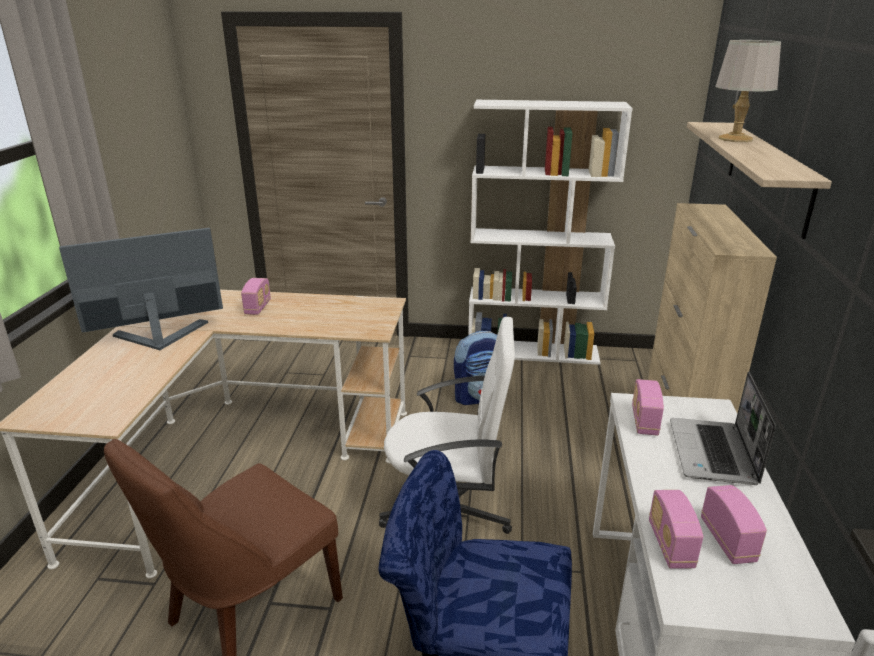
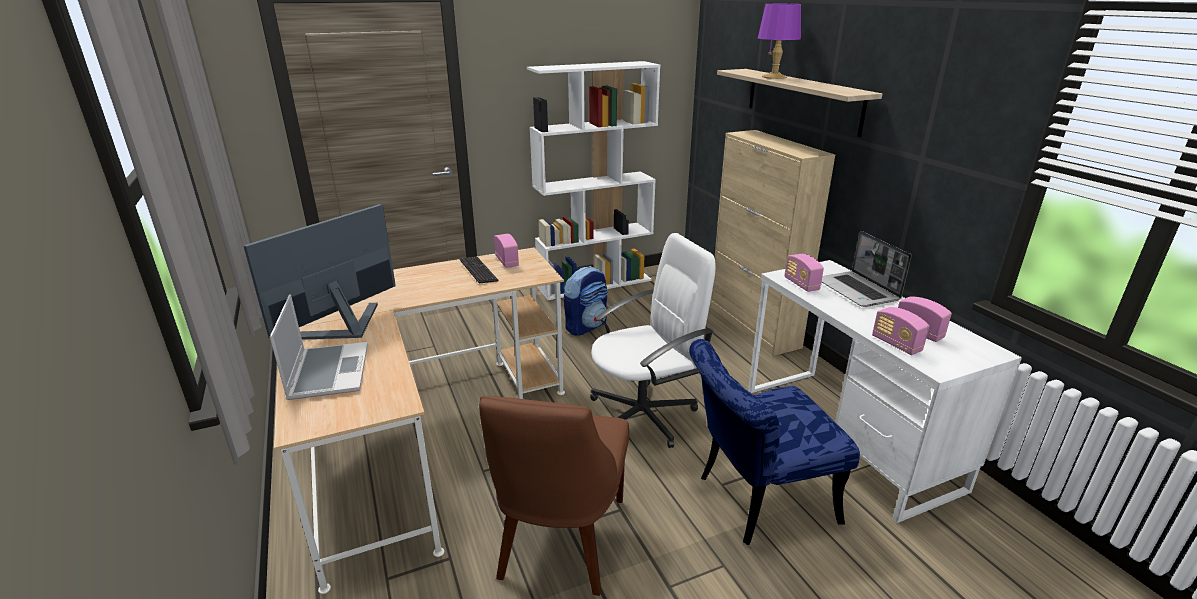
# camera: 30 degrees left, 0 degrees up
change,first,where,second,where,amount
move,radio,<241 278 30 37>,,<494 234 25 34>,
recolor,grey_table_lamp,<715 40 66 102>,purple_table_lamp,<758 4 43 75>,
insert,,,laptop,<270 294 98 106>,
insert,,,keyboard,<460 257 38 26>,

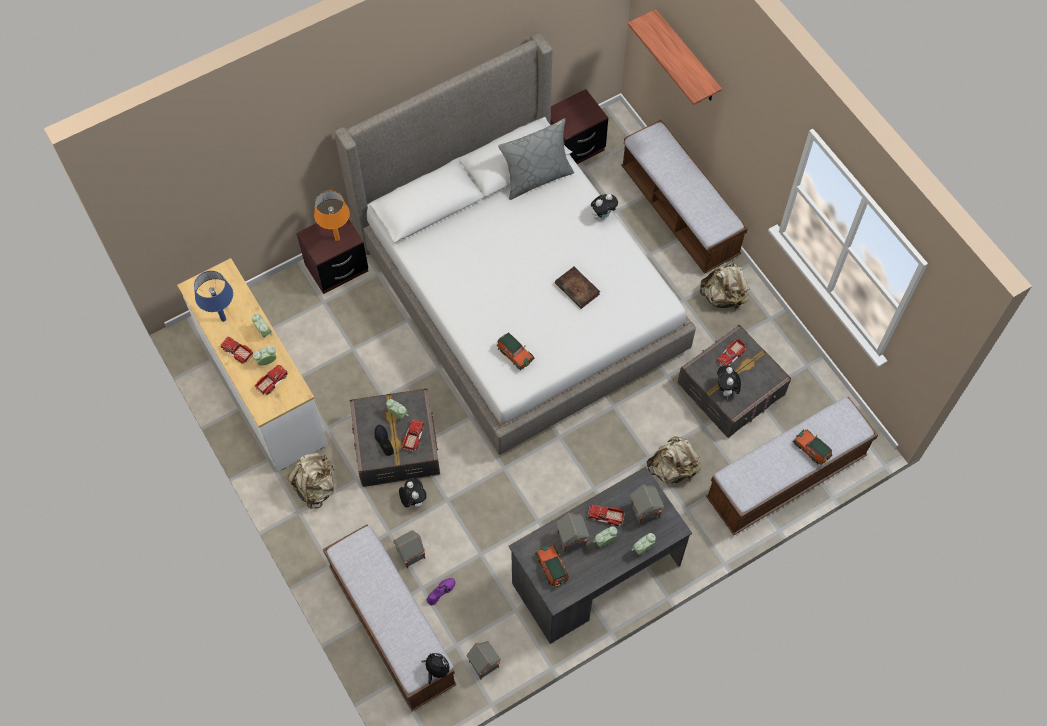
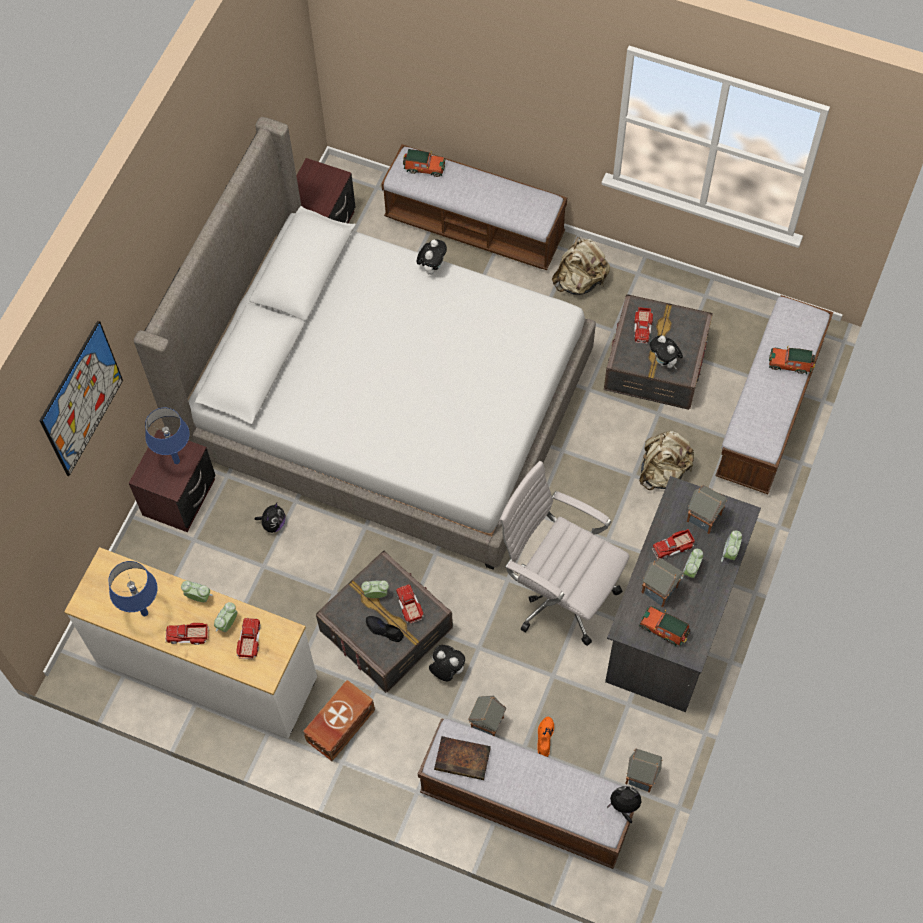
# camera: 35 degrees left, 0 degrees up
change,first,where,second,where,amount
replace,beige_backpack,<287 453 47 56>,brown_storage_box,<303 680 72 81>,
recolor,orange_table_lamp,<314 191 36 50>,blue_table_lamp,<145 408 44 56>,
recolor,purple_shoe,<427 578 28 27>,orange_shoe,<538 717 16 40>,
move,toy_car,<497 332 38 38>,,<403 149 42 28>,
delete,grey_pillow,<498 118 76 82>,,,
move,book,<555 266 45 43>,,<434 736 57 44>,
delete,shelf,<628 9 94 96>,,,
insert,,,picture,<39 320 84 156>,
insert,,,plush_toy,<255 503 30 30>,
insert,,,white_office_chair,<498 461 131 185>,

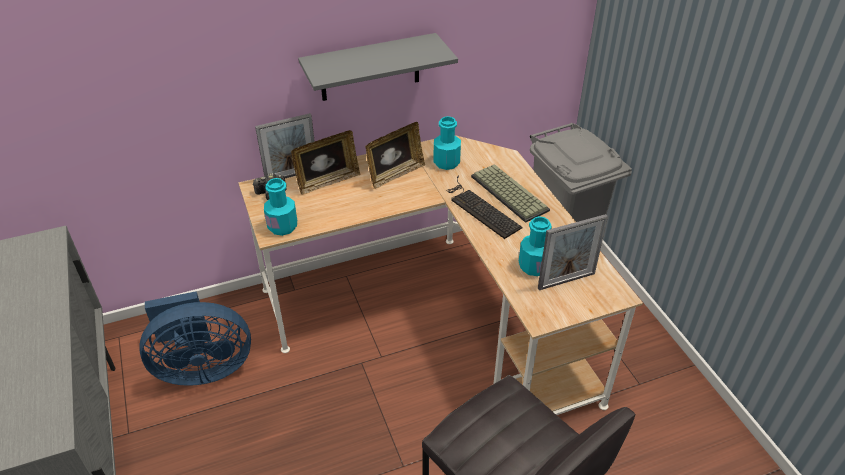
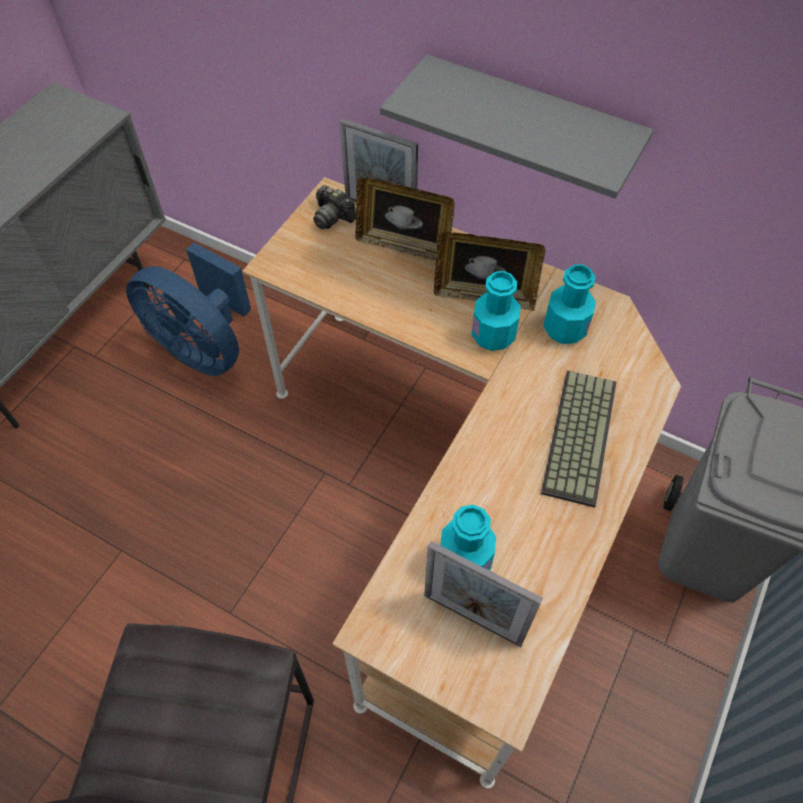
# camera: 50 degrees right, 15 degrees up
change,first,where,second,where,amount
move,turquoise_bottle,<264 178 33 58>,,<471 271 50 80>,
delete,keyboard,<446 176 77 63>,,,

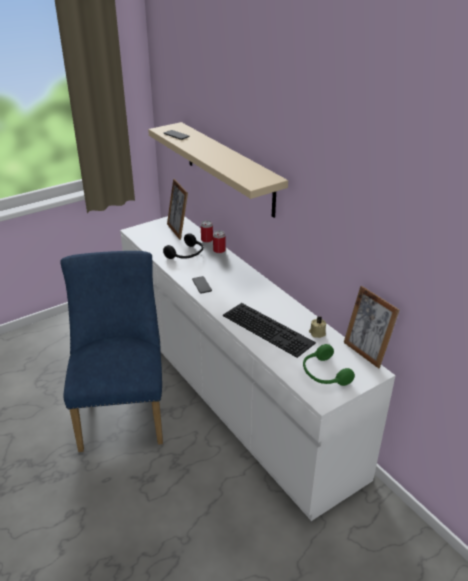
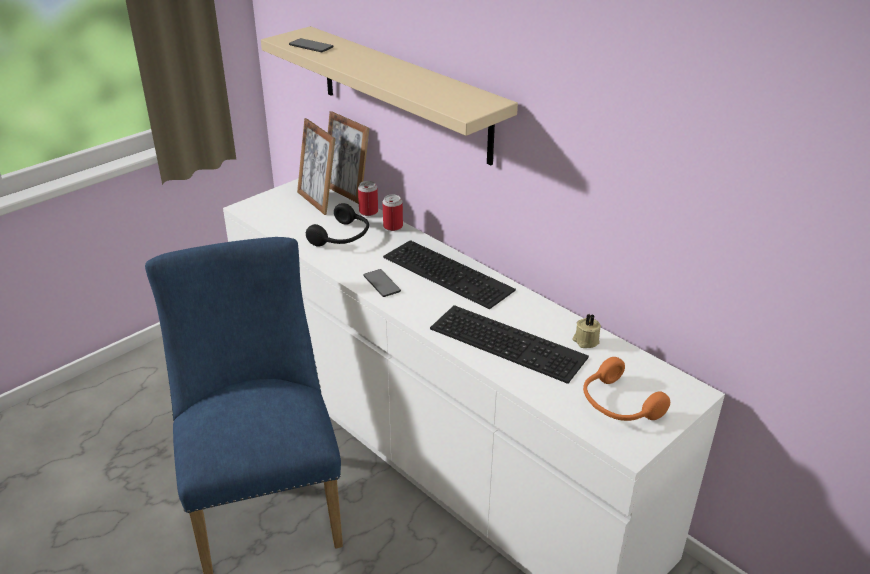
# camera: 10 degrees left, 0 degrees up
change,first,where,second,where,amount
recolor,green_headphones,<303 344 52 42>,orange_headphones,<583 357 87 64>,
move,picture_frame,<344 286 56 83>,,<328 111 42 93>,
insert,,,keyboard,<383 240 133 70>,

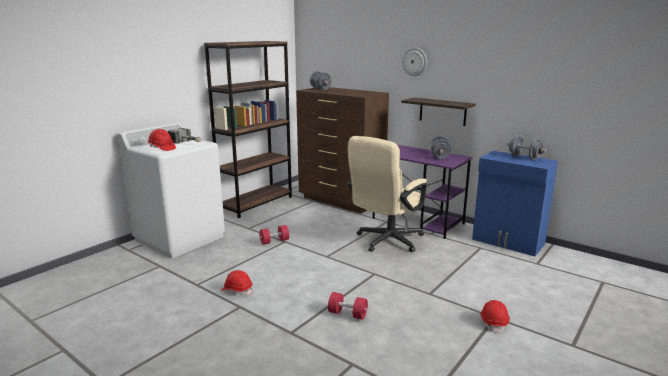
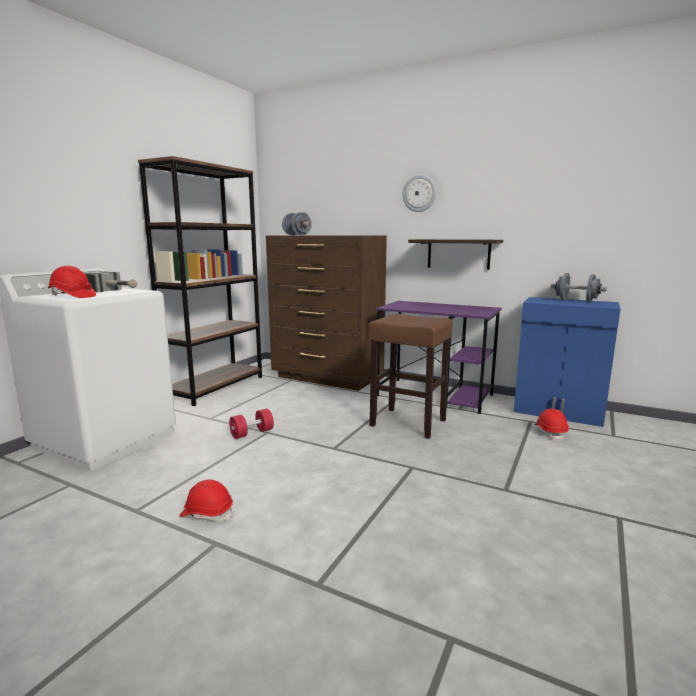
# camera: 10 degrees left, 5 degrees down
change,first,where,second,where,amount
delete,red_dumbbell,<328 292 40 28>,,,
replace,beige_office_chair,<348 136 79 116>,brown_stool,<368 314 85 125>,
delete,grey_dumbbell,<430 136 22 23>,,,
move,red_hard_hat,<480 300 30 34>,,<535 409 34 32>,

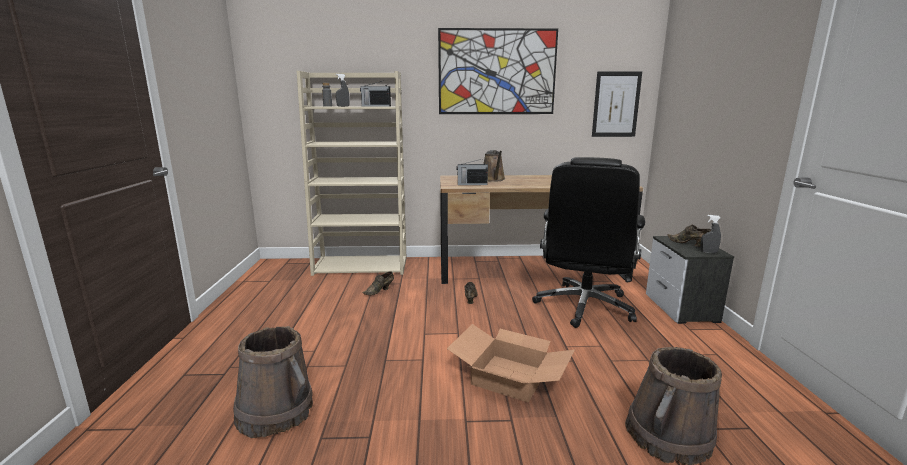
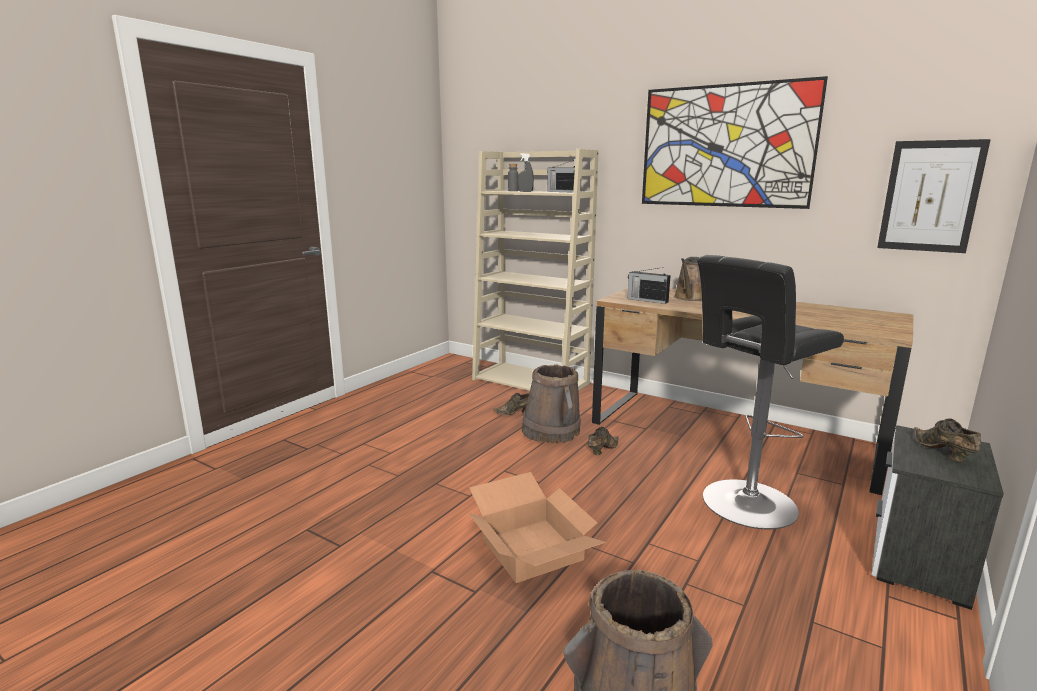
# camera: 35 degrees right, 0 degrees up
change,first,where,second,where,amount
move,brown_bucket,<233 326 80 112>,,<522 364 59 79>,
replace,black_office_chair,<532 157 113 171>,black_stool,<697 255 147 274>,
delete,grey_spray_bottle,<700 215 21 38>,,,

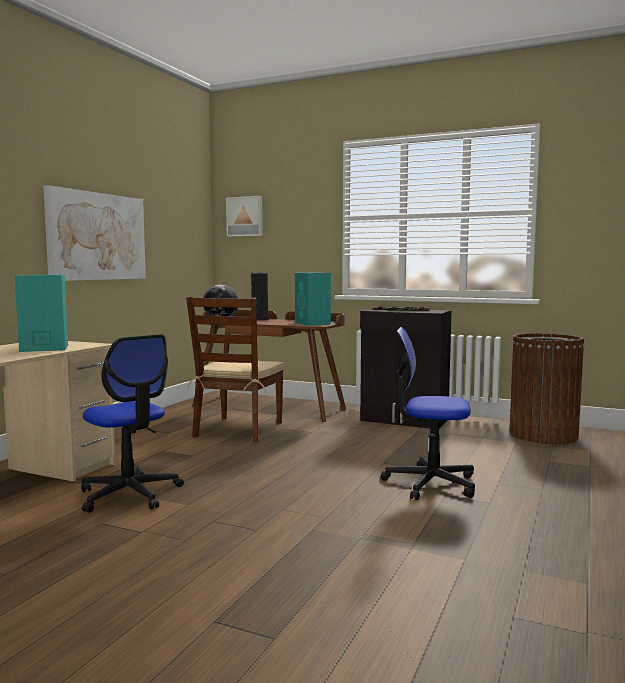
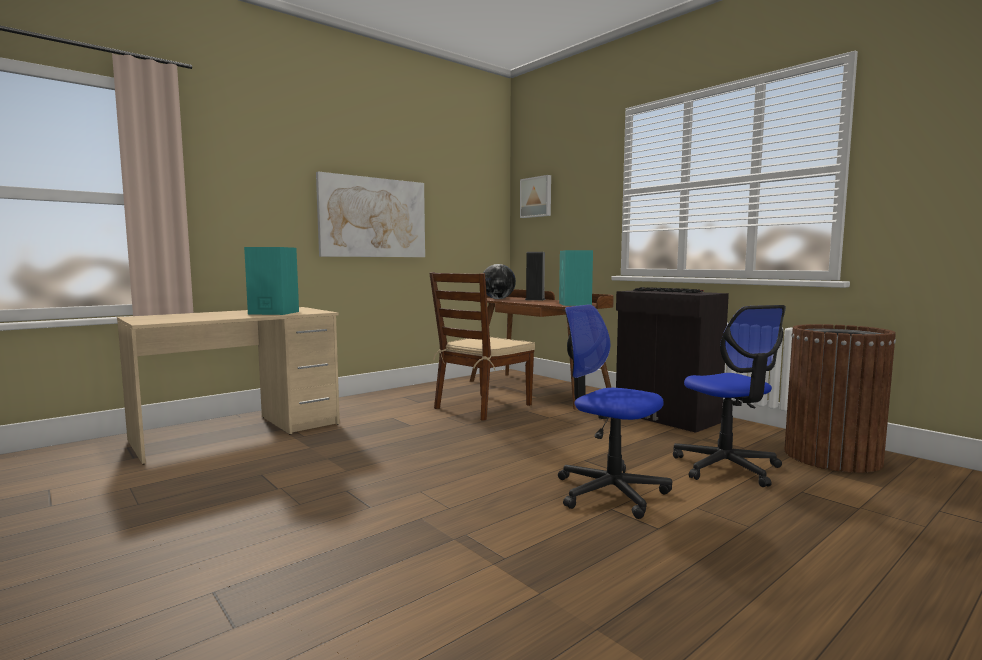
# camera: 25 degrees right, 0 degrees up
change,first,where,second,where,amount
move,office_chair,<81 334 103 179>,,<673 305 113 182>,

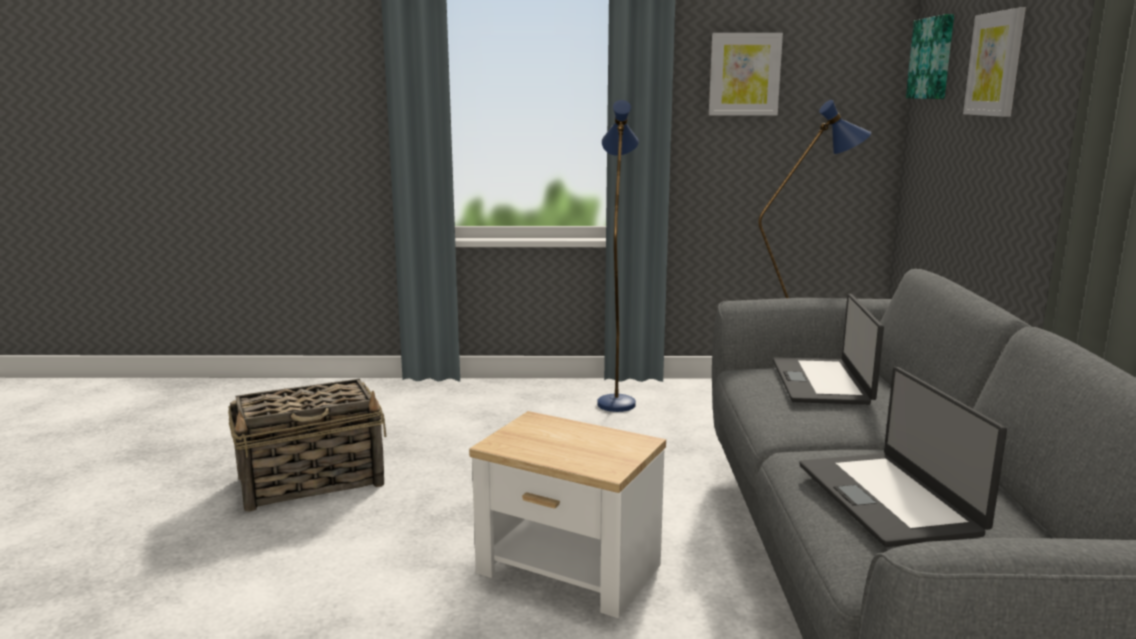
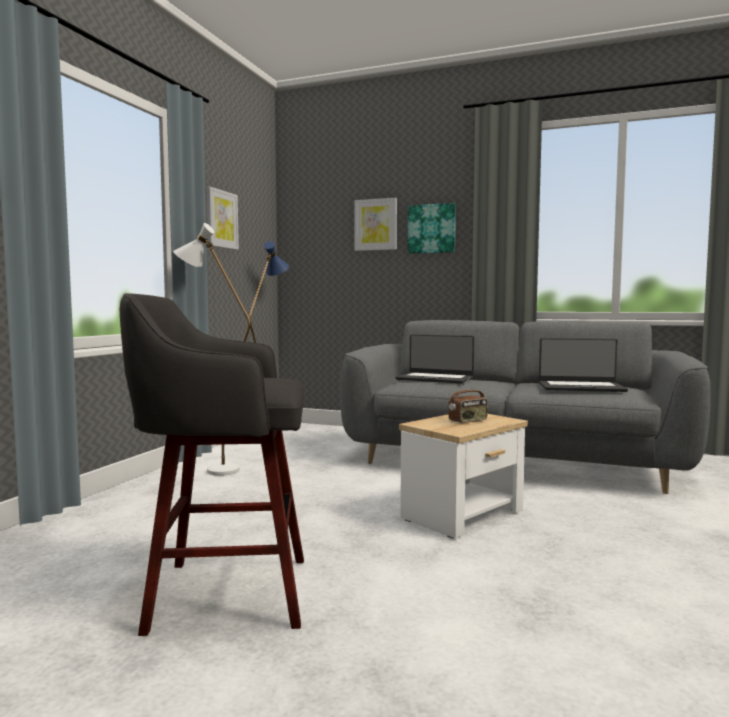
# camera: 70 degrees left, 10 degrees down
change,first,where,second,where,amount
replace,basket,<228 379 158 132>,grey_stool,<120 293 184 343>,
recolor,blue_floor_lamp,<597 100 42 312>,white_floor_lamp,<173 223 78 253>,
move,picture,<906 14 48 85>,,<408 203 48 51>,
insert,,,radio,<448 377 40 46>,

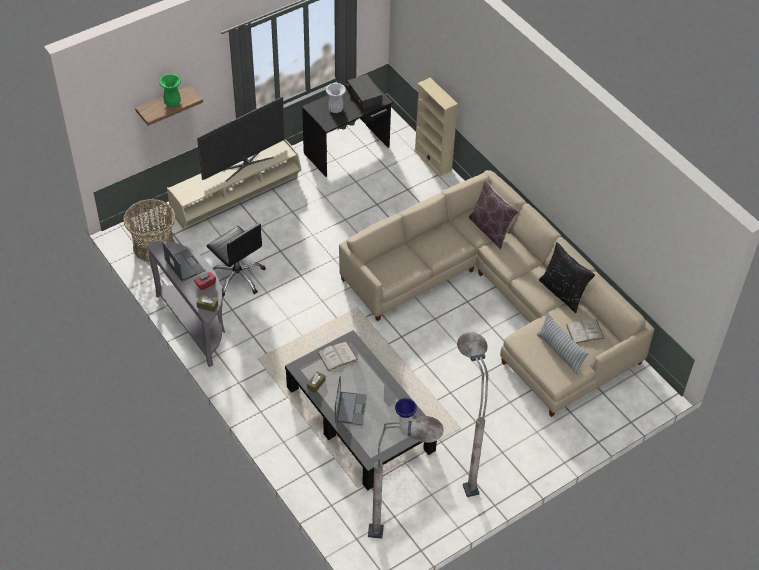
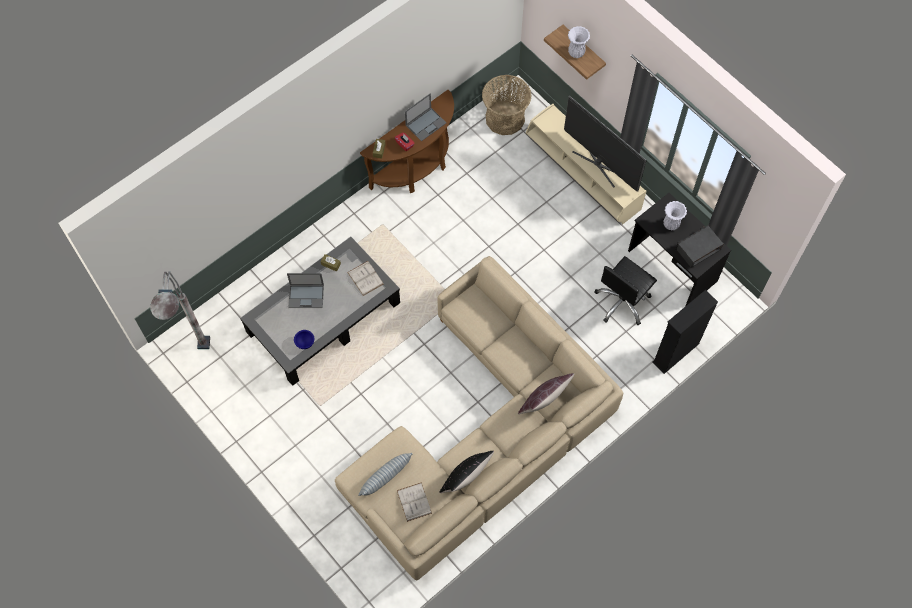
# camera: 85 degrees right, 15 degrees up
change,first,where,second,where,amount
recolor,grey_console_table,<146 241 79 126>,brown_console_table,<360 90 94 103>,
recolor,green_vase,<159 74 22 33>,white_vase,<568 26 22 32>,
move,black_office_chair,<207 224 59 73>,,<594 256 63 69>,
recolor,beige_bookcase,<414 78 44 98>,black_bookcase,<653 290 65 84>,
delete,grey_floor_lamp,<457 332 31 165>,,,

